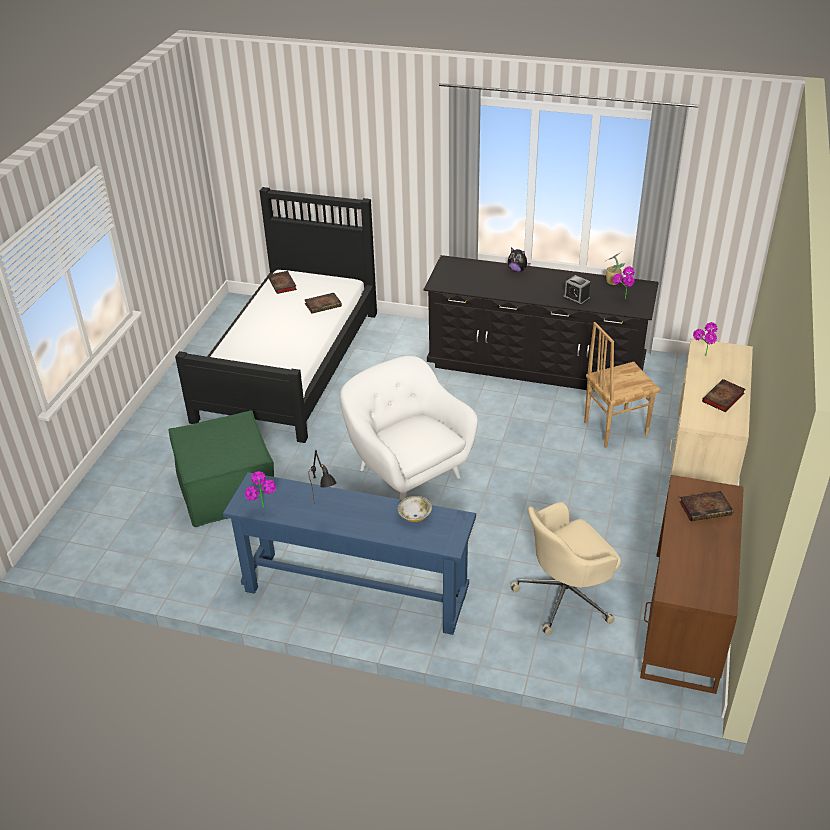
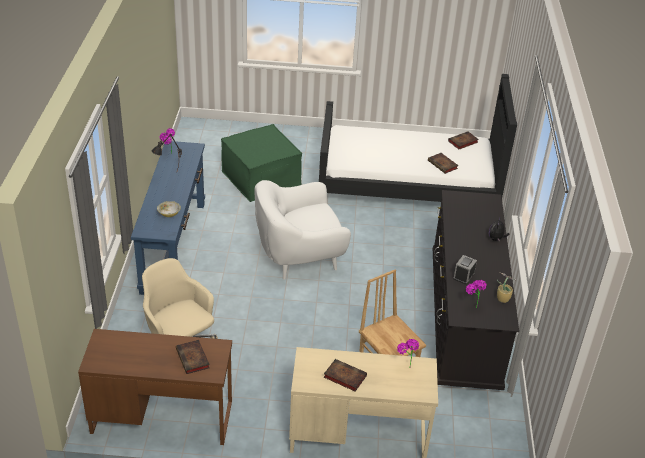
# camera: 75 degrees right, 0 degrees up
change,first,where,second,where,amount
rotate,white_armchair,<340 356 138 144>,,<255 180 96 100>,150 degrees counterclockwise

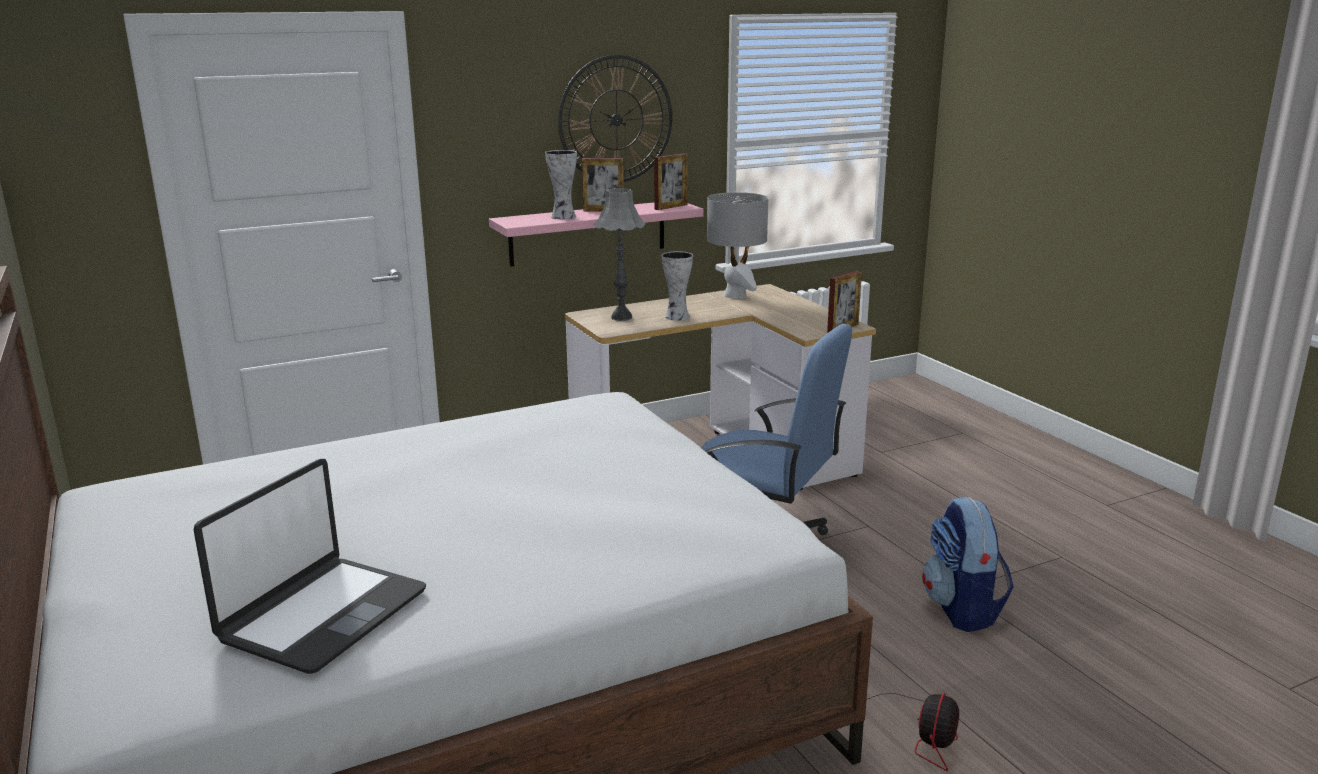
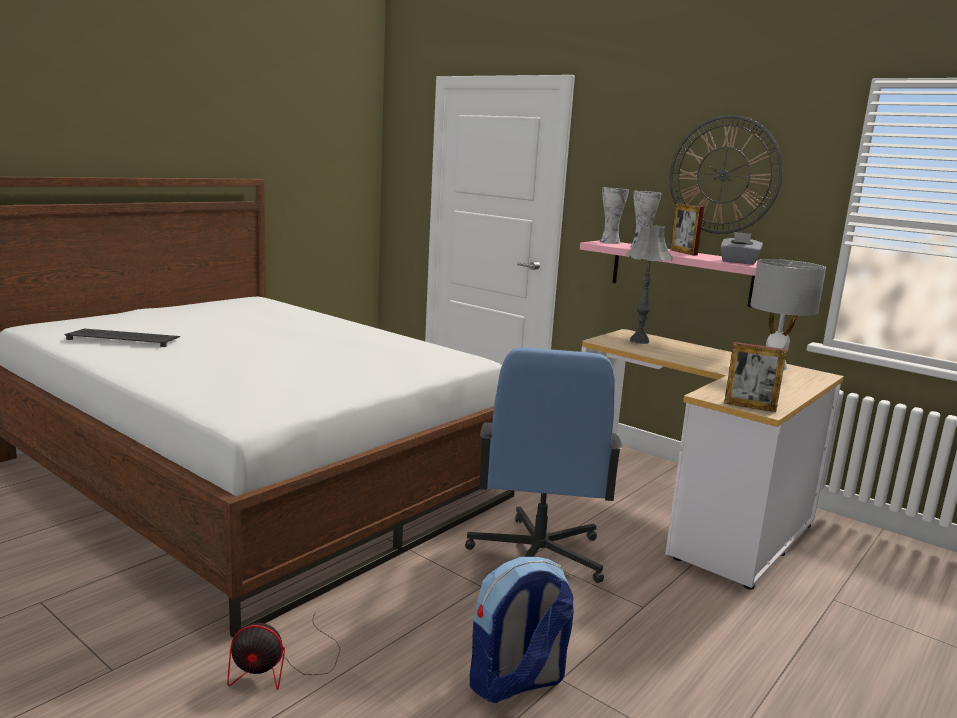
# camera: 65 degrees right, 5 degrees down
change,first,where,second,where,amount
replace,laptop,<194 459 232 215>,keyboard,<64 329 116 18>,
replace,picture_frame,<654 153 34 57>,grey_tissue_box,<720 232 43 32>,
move,vase,<662 251 31 70>,,<600 188 29 56>,

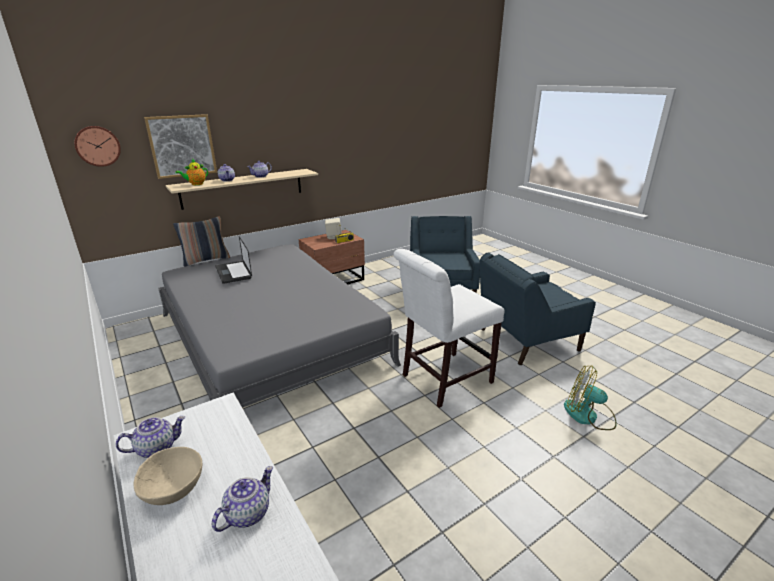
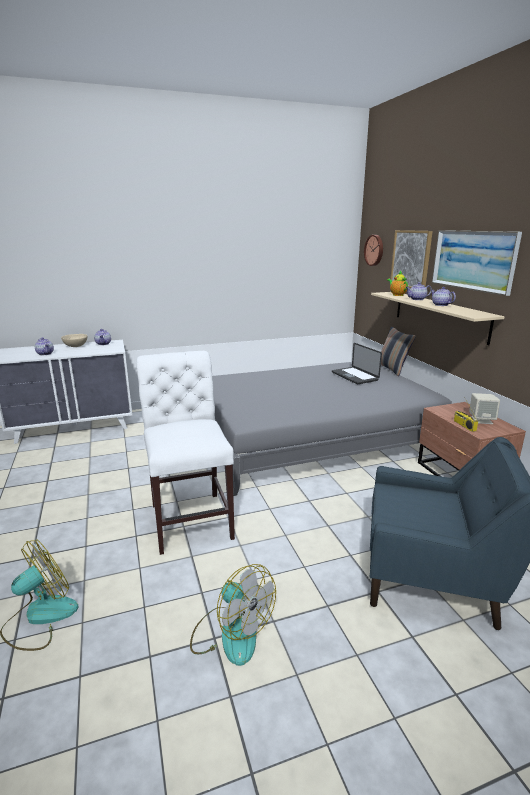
# camera: 105 degrees right, 5 degrees down
change,first,where,second,where,amount
rotate,laptop,<216 236 36 48>,,<332 343 50 41>,105 degrees counterclockwise
replace,blue_armchair,<480 253 116 112>,fan,<190 564 86 102>,
insert,,,picture,<432 230 90 66>,

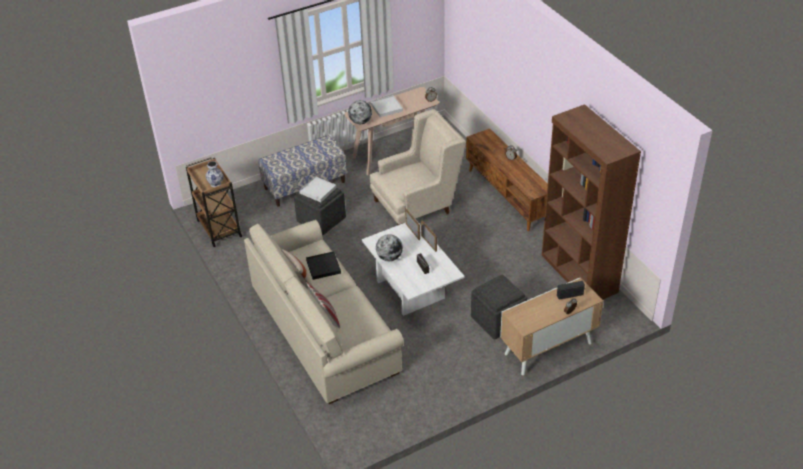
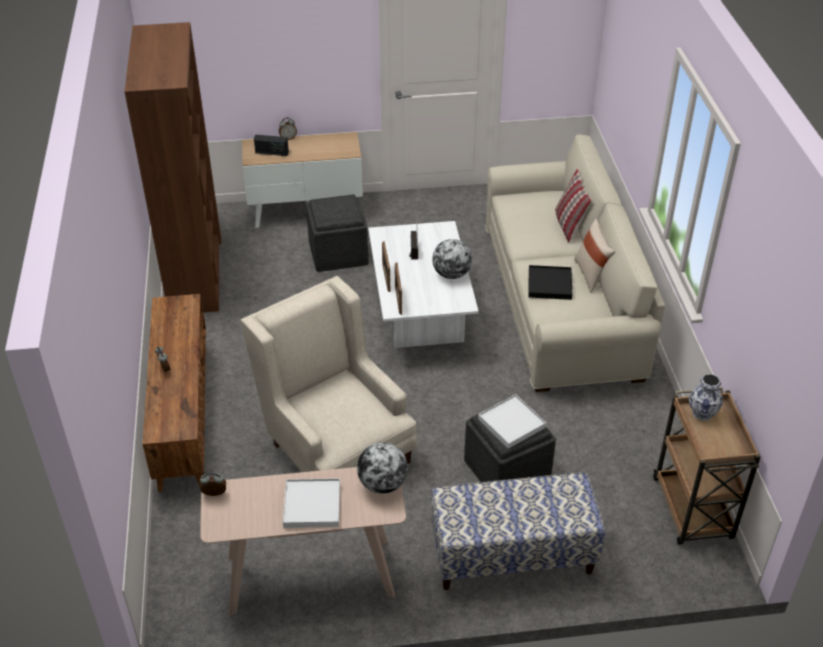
# camera: 160 degrees left, 0 degrees up
change,first,where,second,where,amount
rotate,beige_armchair,<370 109 96 117>,,<240 276 177 196>,60 degrees clockwise

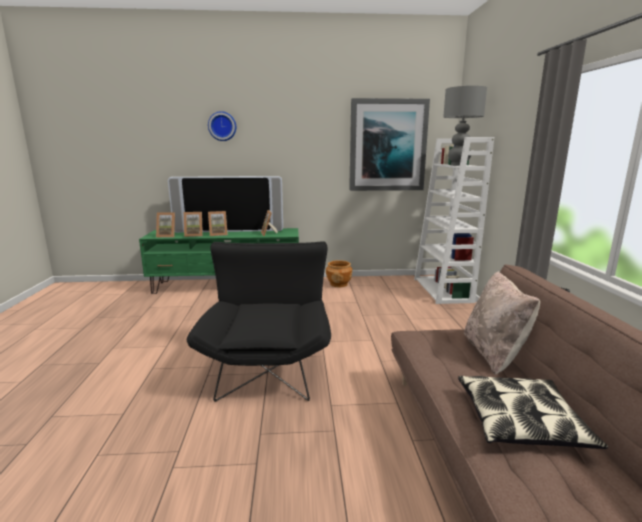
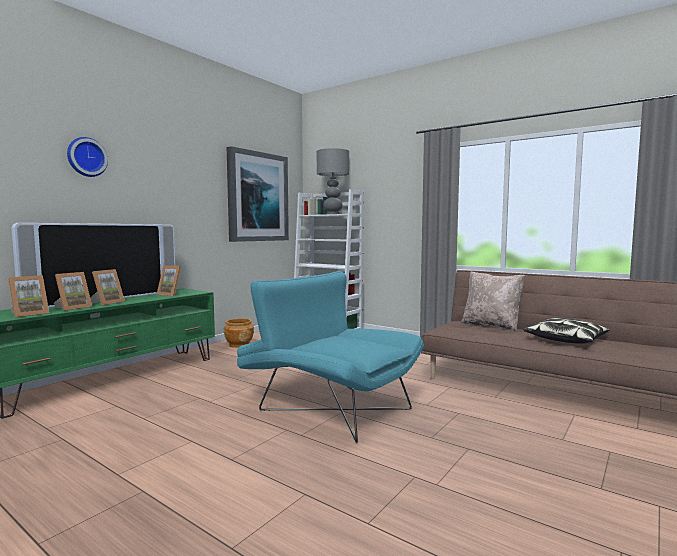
# camera: 50 degrees left, 10 degrees down
change,first,where,second,where,amount
recolor,black_armchair,<187 241 144 161>,turquoise_armchair,<237 271 187 172>,

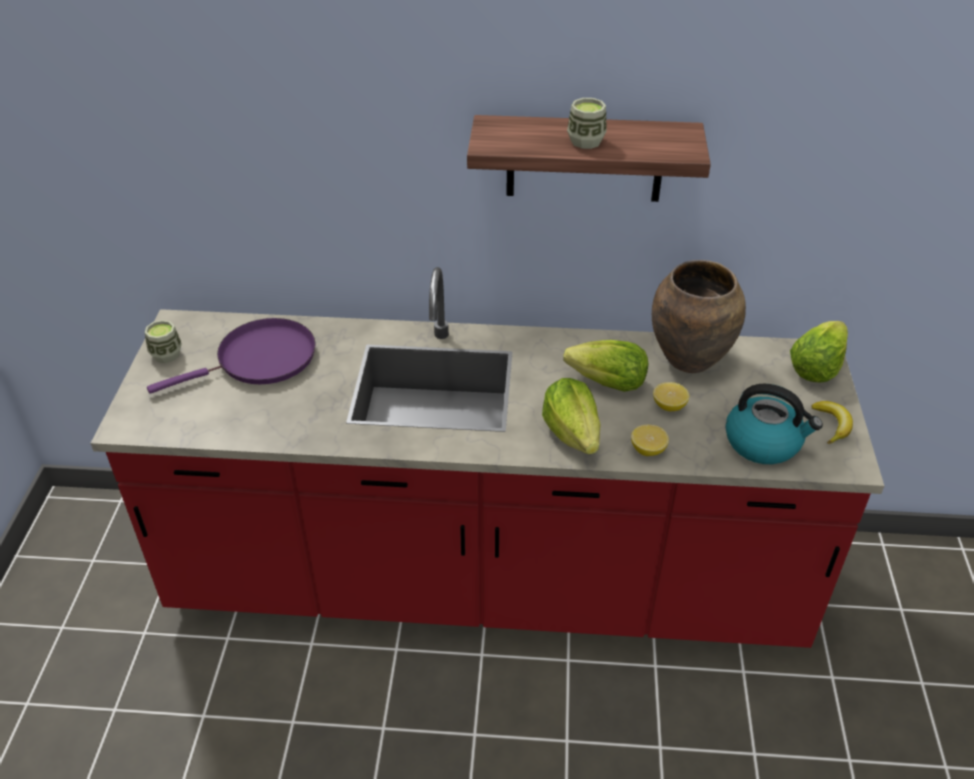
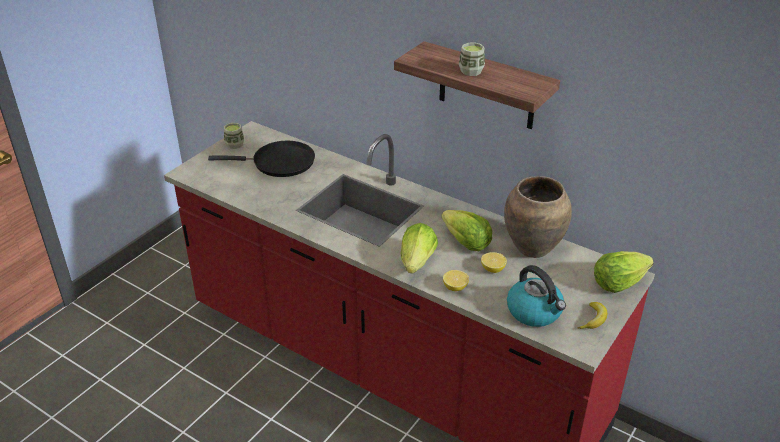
# camera: 30 degrees right, 5 degrees down
change,first,where,second,where,amount
recolor,purple_frying_pan,<147 318 169 76>,black_frying_pan,<208 141 107 36>,

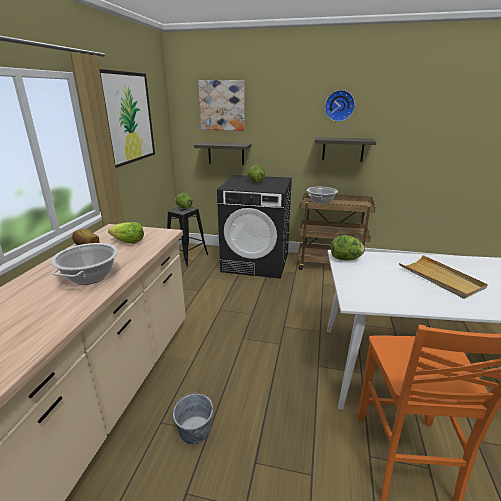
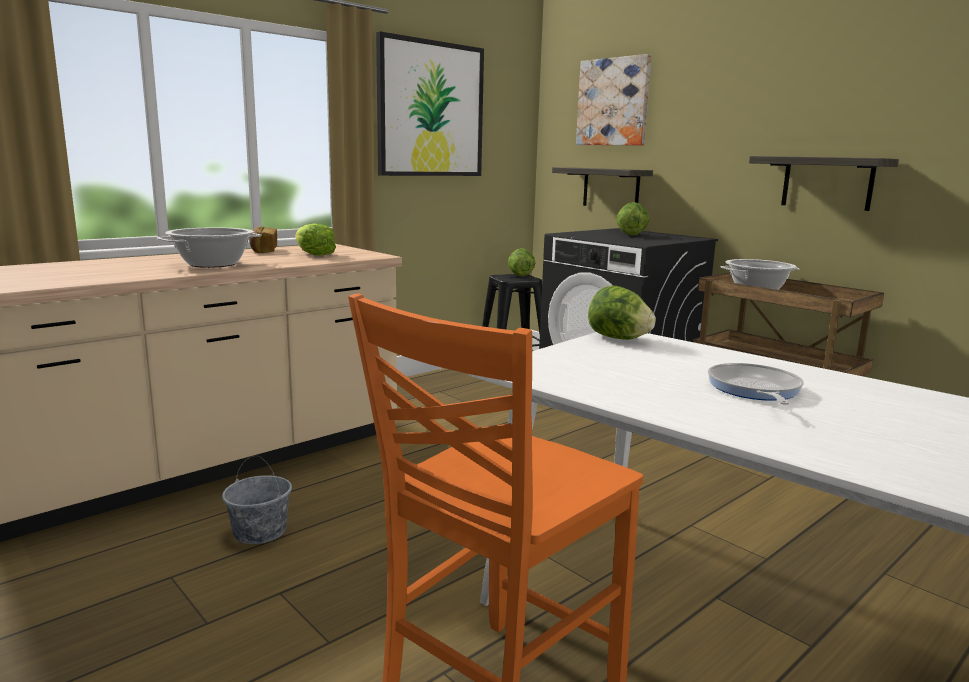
# camera: 35 degrees right, 10 degrees down
change,first,where,second,where,amount
delete,wall_clock,<325 90 30 32>,,,
replace,beige_tray,<399 255 89 44>,frying_pan,<708 363 96 42>,

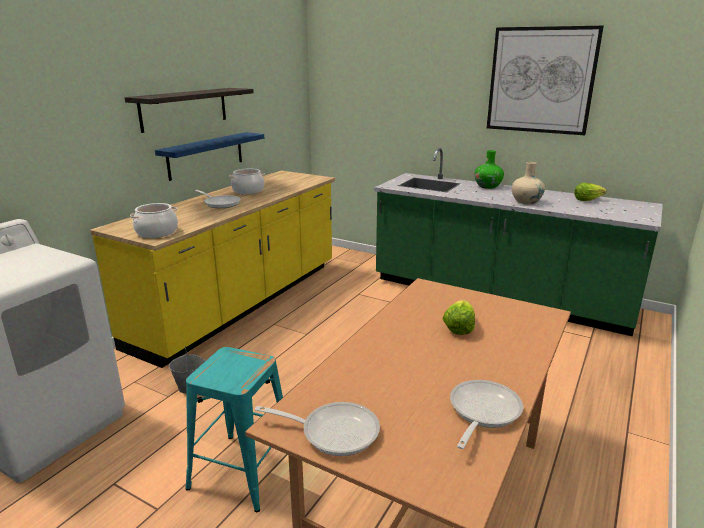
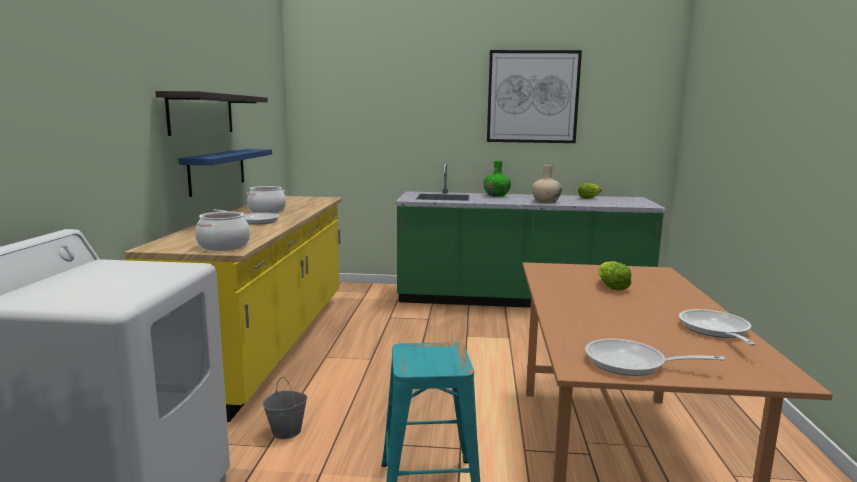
# camera: 25 degrees left, 10 degrees down
change,first,where,second,where,amount
rotate,frying_pan,<255 402 125 54>,,<585 339 140 37>,150 degrees counterclockwise

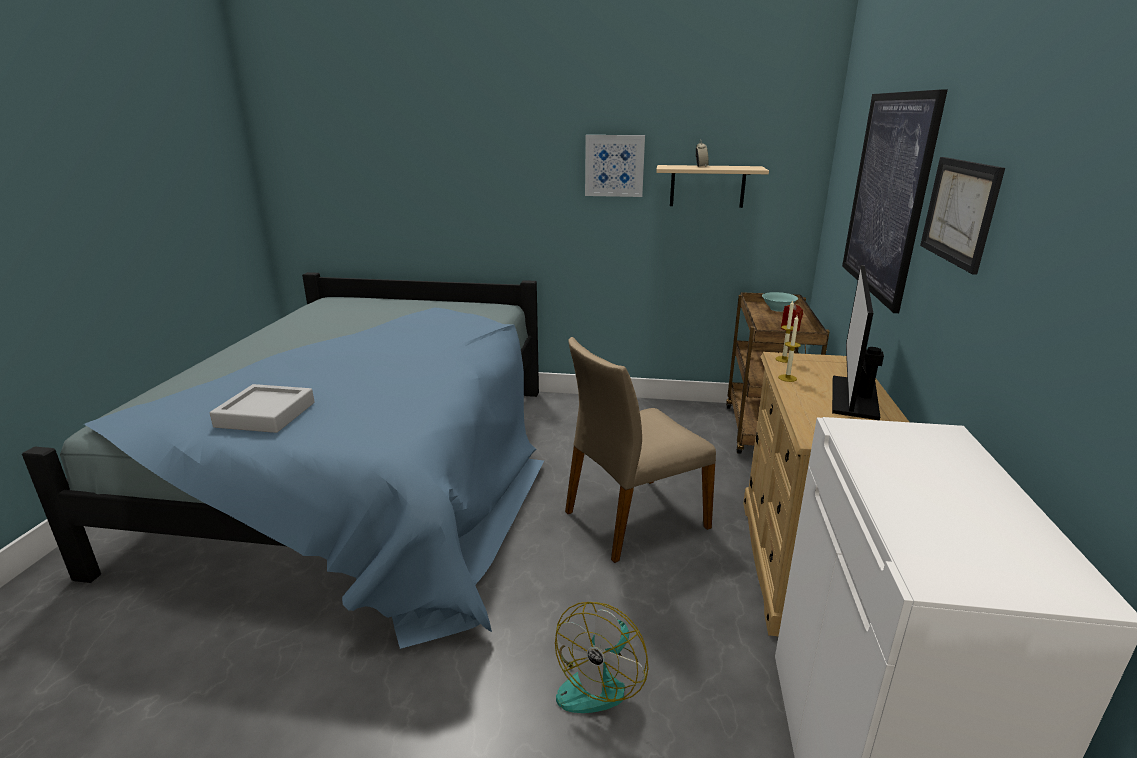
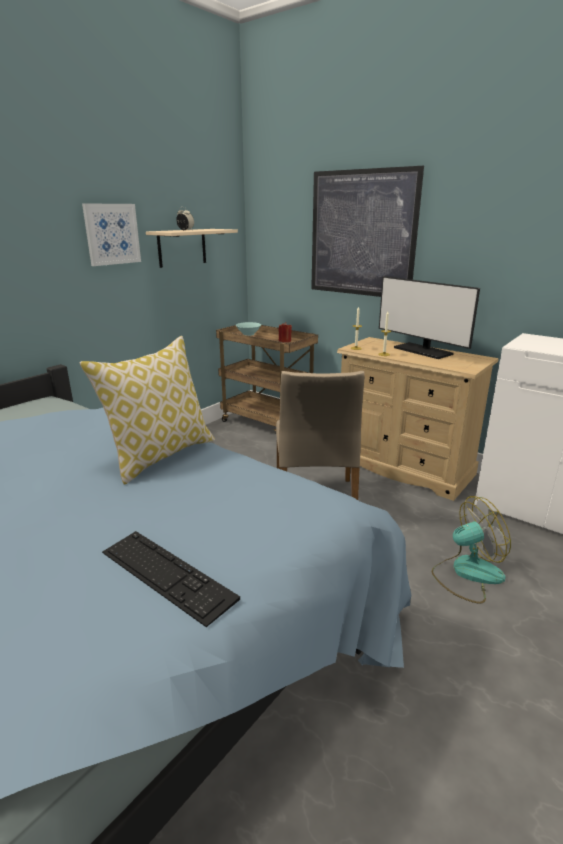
# camera: 60 degrees left, 0 degrees up
change,first,where,second,where,amount
replace,grey_tray,<210 384 104 49>,keyboard,<102 531 138 96>,
rotate,fan,<555 602 94 111>,,<432 496 79 108>,75 degrees counterclockwise
delete,picture,<920 157 85 118>,,,
insert,,,pillow,<80 336 135 149>,

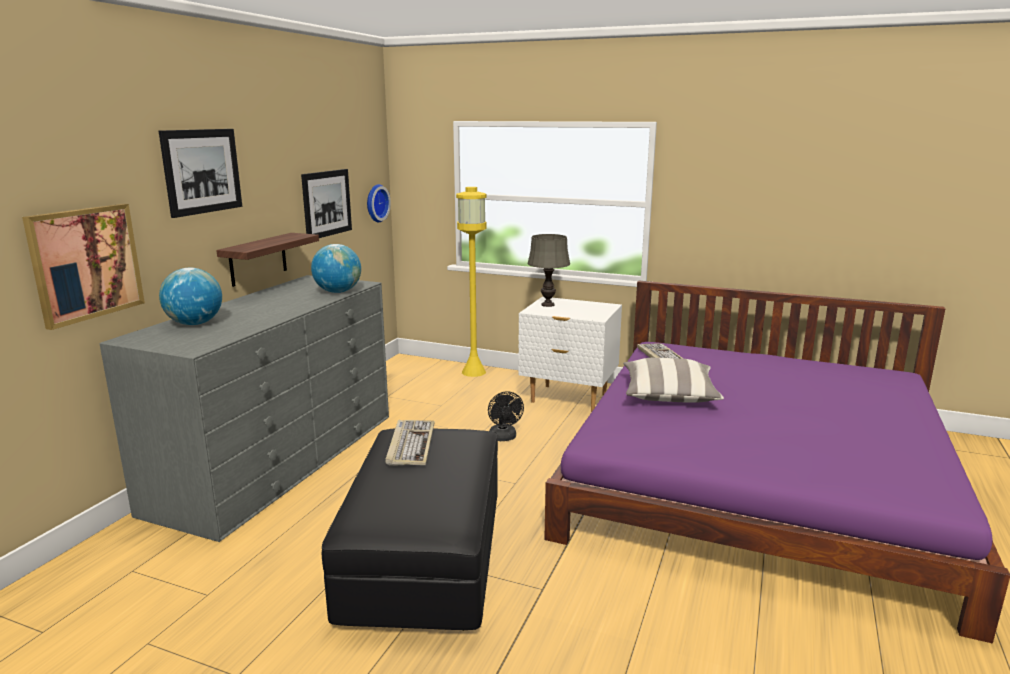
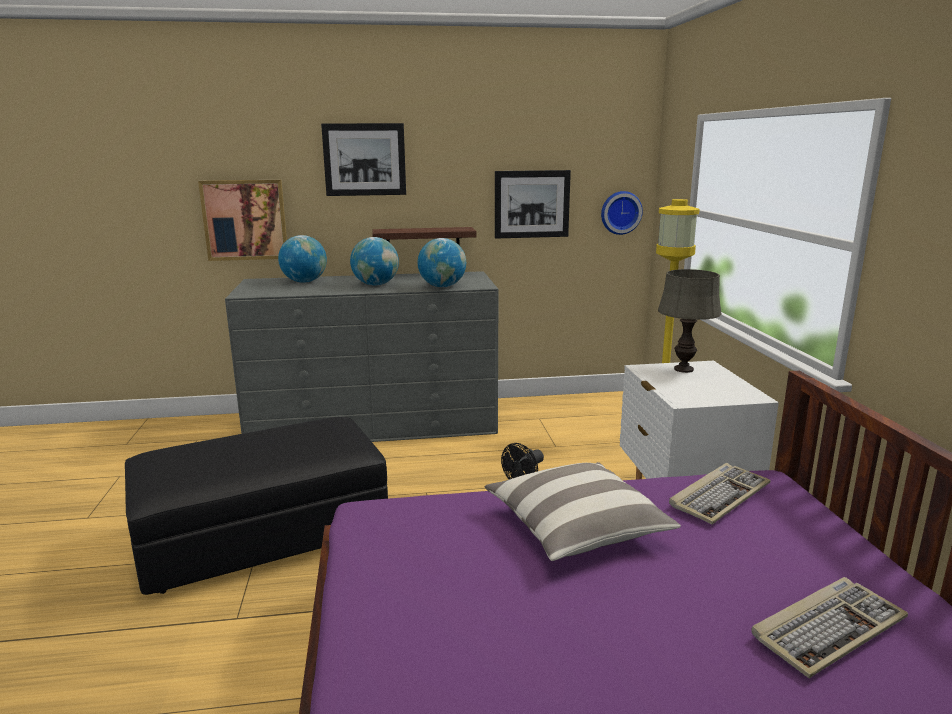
# camera: 60 degrees right, 0 degrees up
change,first,where,second,where,amount
move,keyboard,<385 420 49 46>,,<751 577 157 101>,
insert,,,globe,<350 237 49 49>,

